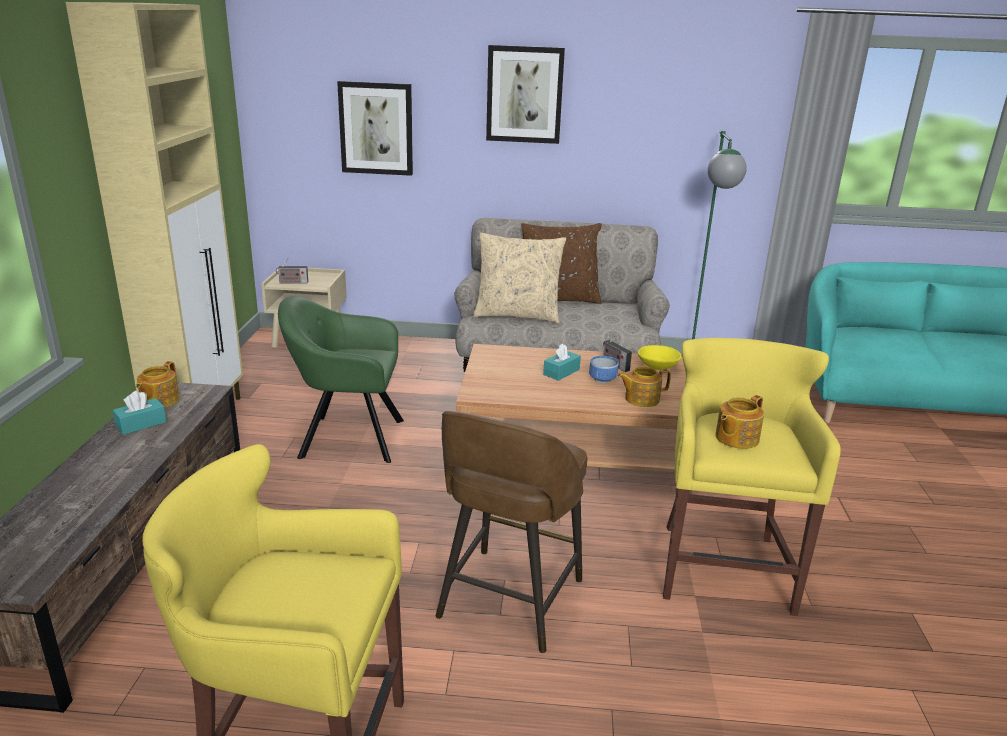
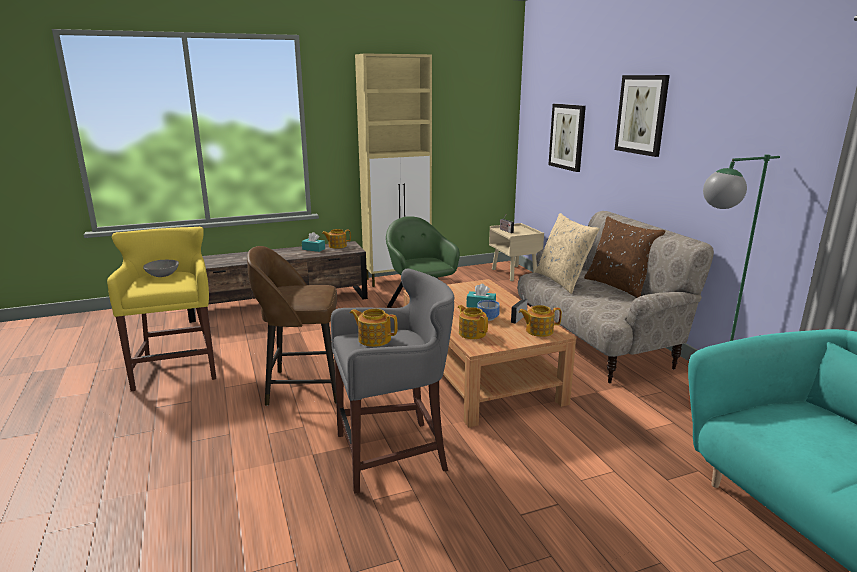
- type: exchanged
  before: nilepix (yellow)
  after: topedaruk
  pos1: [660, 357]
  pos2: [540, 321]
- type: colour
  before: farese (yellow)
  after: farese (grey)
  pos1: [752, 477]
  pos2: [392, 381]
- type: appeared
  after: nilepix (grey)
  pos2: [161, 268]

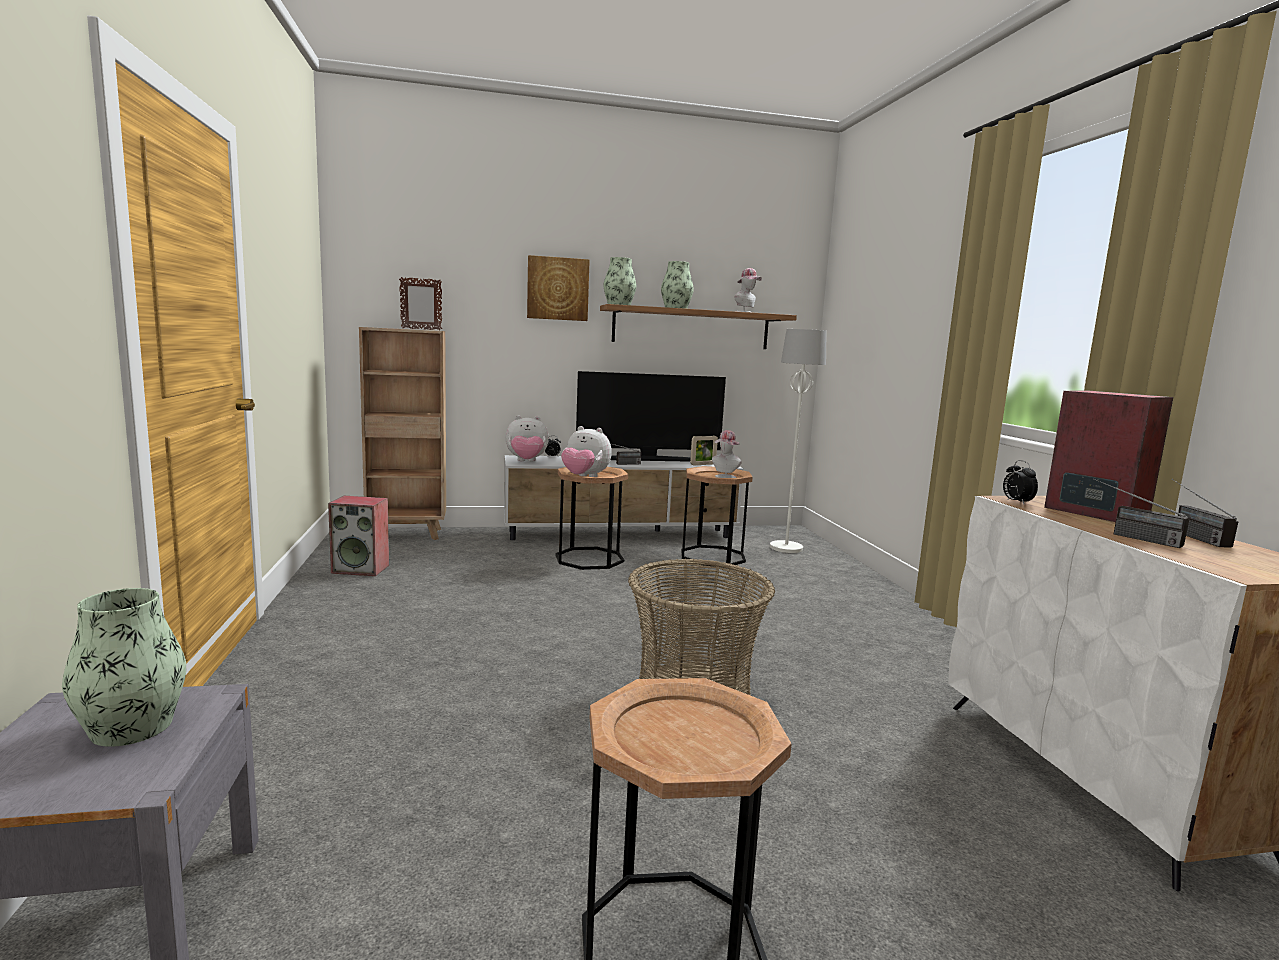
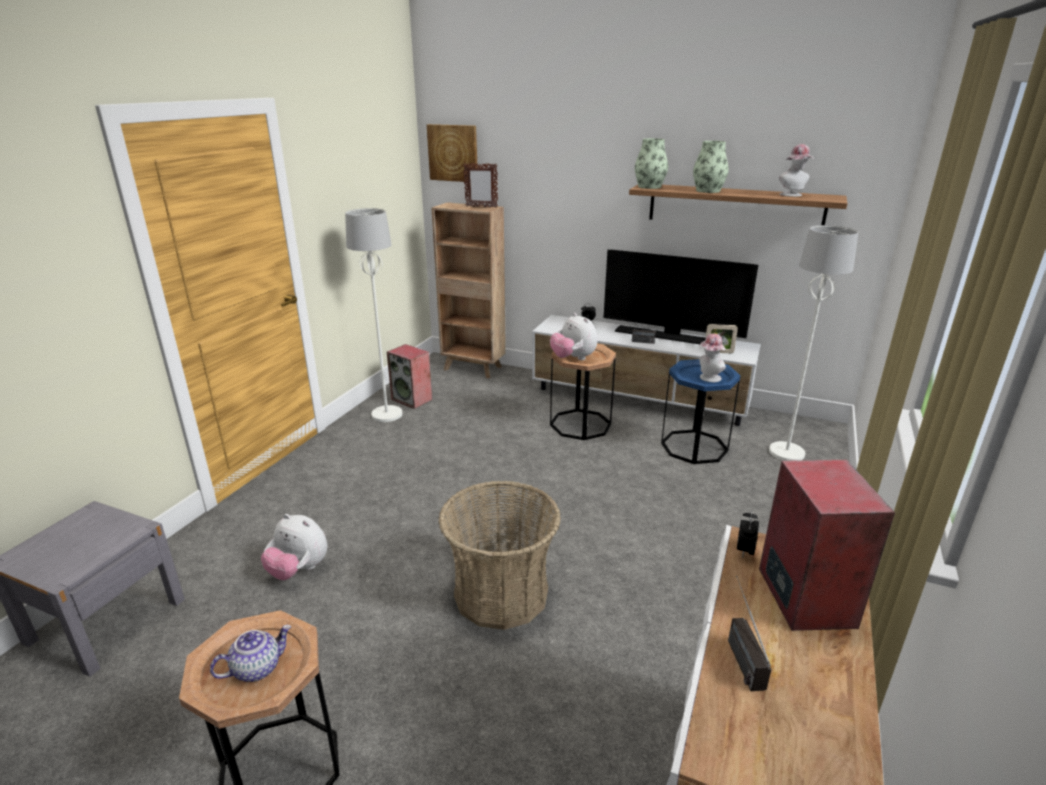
- type: missing
  before: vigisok
  pos1: [124, 667]
- type: relocated
  before: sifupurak
  pos1: [527, 438]
  pos2: [294, 547]
- type: relocated
  before: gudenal
  pos1: [558, 288]
  pos2: [452, 153]
- type: colour
  before: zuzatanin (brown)
  after: zuzatanin (blue)
  pos1: [717, 516]
  pos2: [700, 411]
- type: missing
  before: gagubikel
  pos1: [1205, 513]
- type: appeared
  after: topedaruk
  pos2: [250, 653]
- type: appeared
  after: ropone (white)
  pos2: [373, 315]

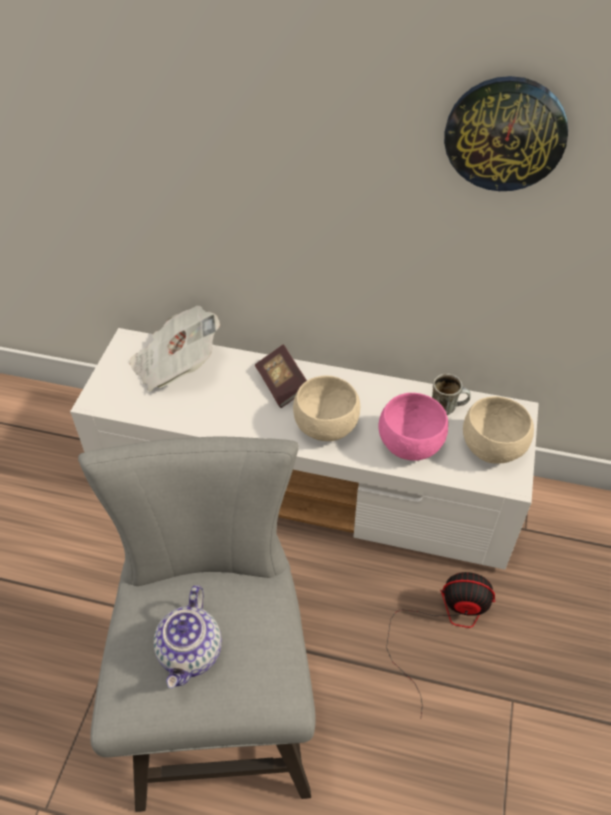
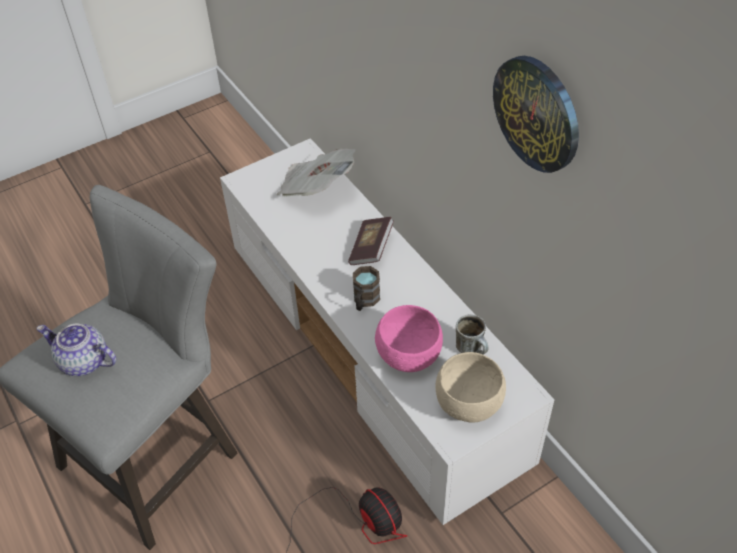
- type: spun
  before: topedaruk
  pos1: [188, 636]
  pos2: [76, 350]
  turn: 60
- type: exchanged
  before: nilepix (beige)
  after: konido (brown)
  pos1: [326, 408]
  pos2: [366, 288]

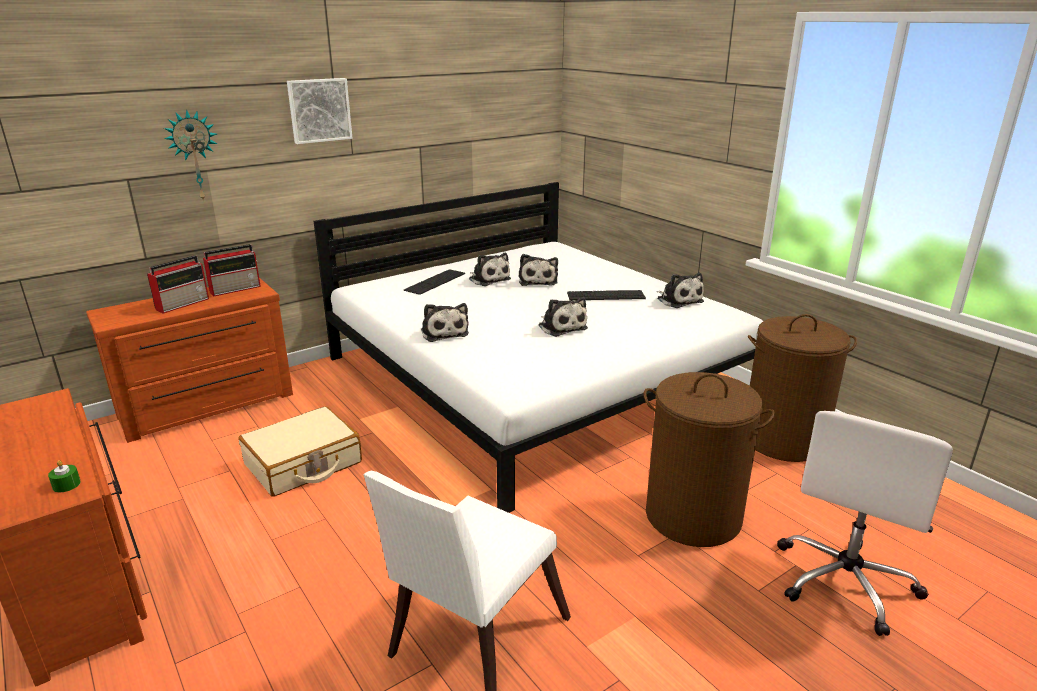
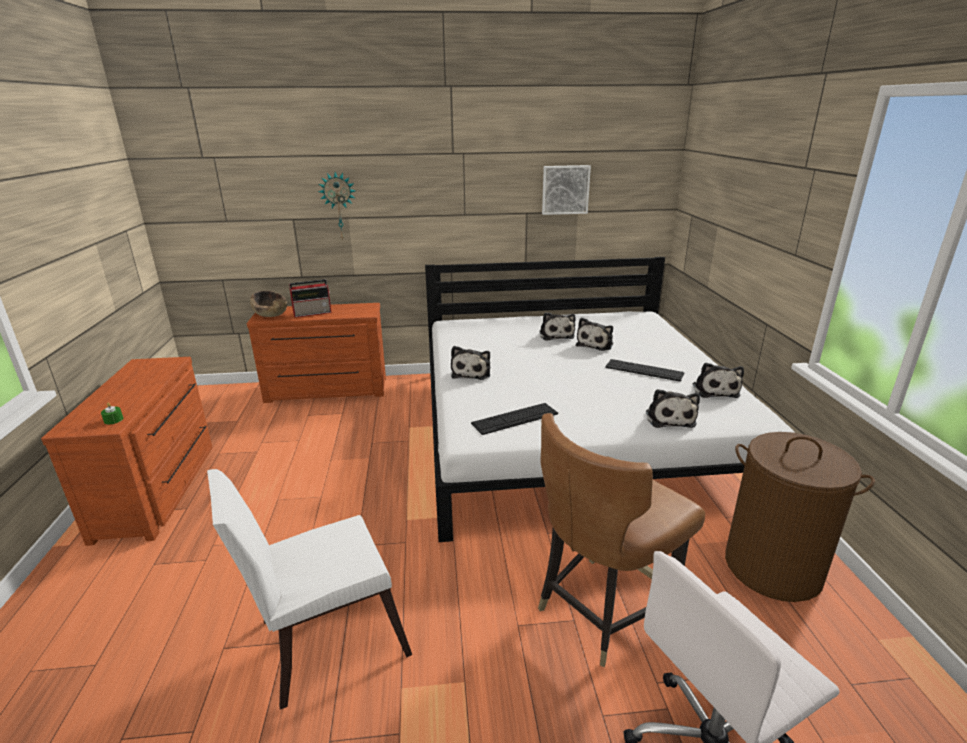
- type: missing
  before: gagubikel
  pos1: [232, 270]
- type: missing
  before: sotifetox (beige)
  pos1: [300, 451]
- type: relocated
  before: gudenal
  pos1: [320, 111]
  pos2: [566, 190]
- type: relocated
  before: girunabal
  pos1: [434, 282]
  pos2: [514, 419]
- type: relocated
  before: sifupurak
  pos1: [563, 317]
  pos2: [673, 408]
- type: exchanged
  before: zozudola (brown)
  after: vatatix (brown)
  pos1: [709, 459]
  pos2: [621, 540]
- type: appeared
  after: nilepix (brown)
  pos2: [268, 304]

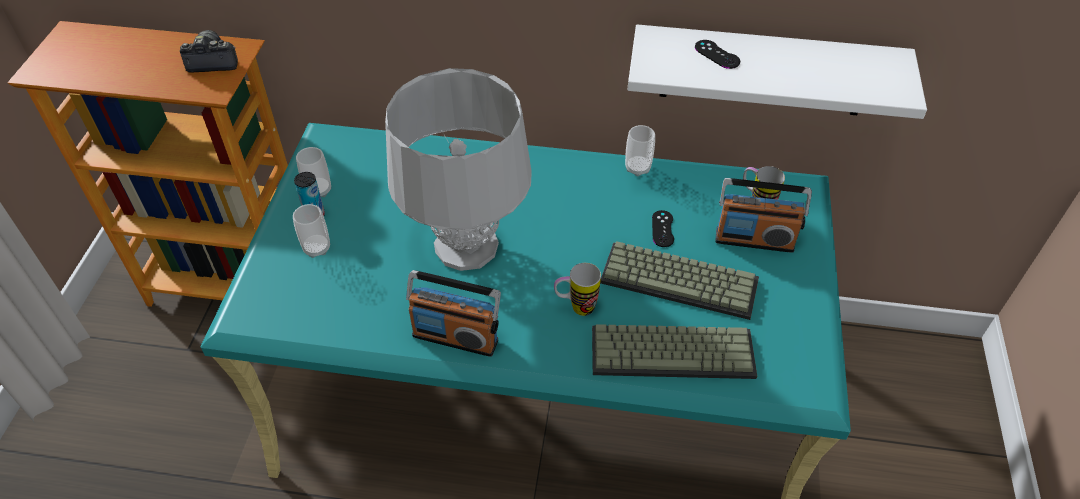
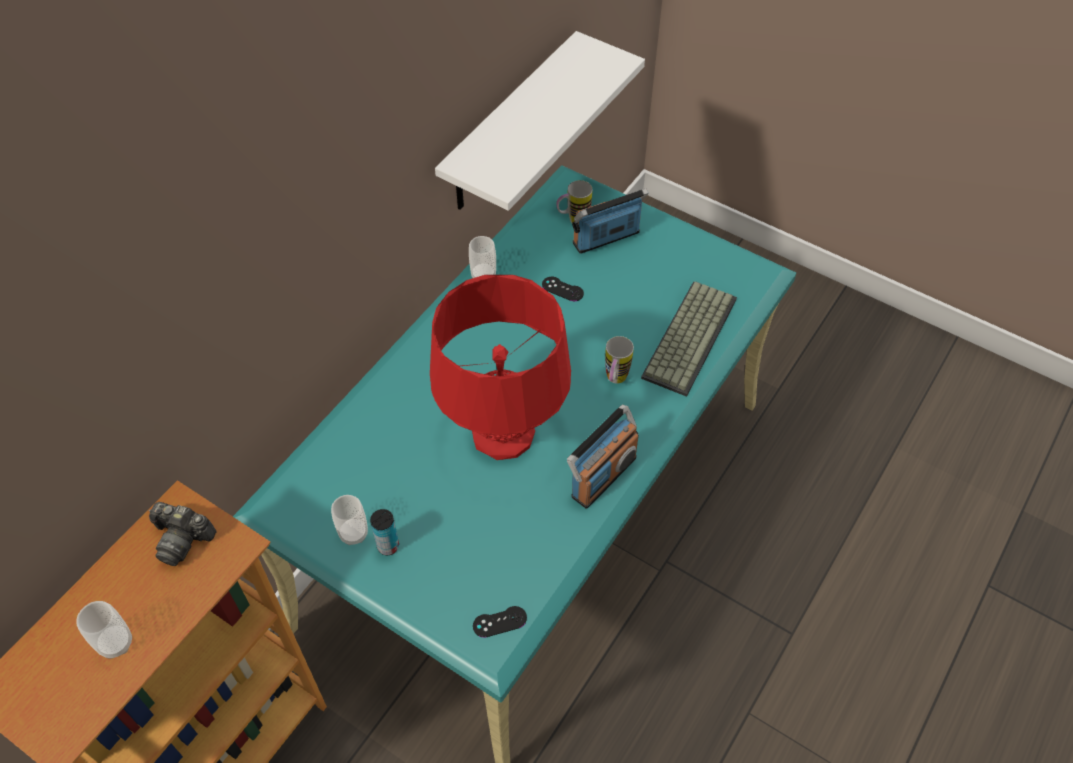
- type: spun
  before: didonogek
  pos1: [209, 51]
  pos2: [183, 534]
  turn: -90
- type: relocated
  before: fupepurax
  pos1: [311, 231]
  pos2: [104, 630]
- type: colour
  before: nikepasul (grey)
  after: nikepasul (red)
  pos1: [458, 169]
  pos2: [500, 367]
- type: missing
  before: girunabal
  pos1: [679, 280]
- type: relocated
  before: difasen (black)
  pos1: [717, 54]
  pos2: [500, 622]
- type: spun
  before: gagubikel
  pos1: [764, 215]
  pos2: [610, 221]
  turn: -150

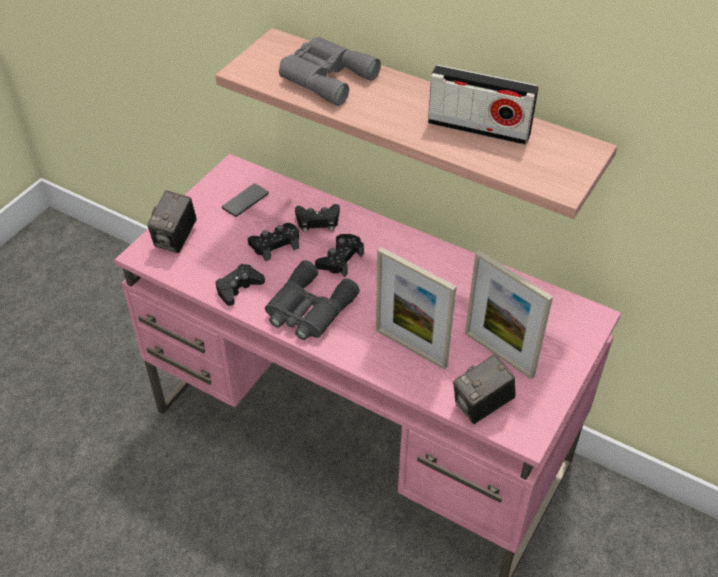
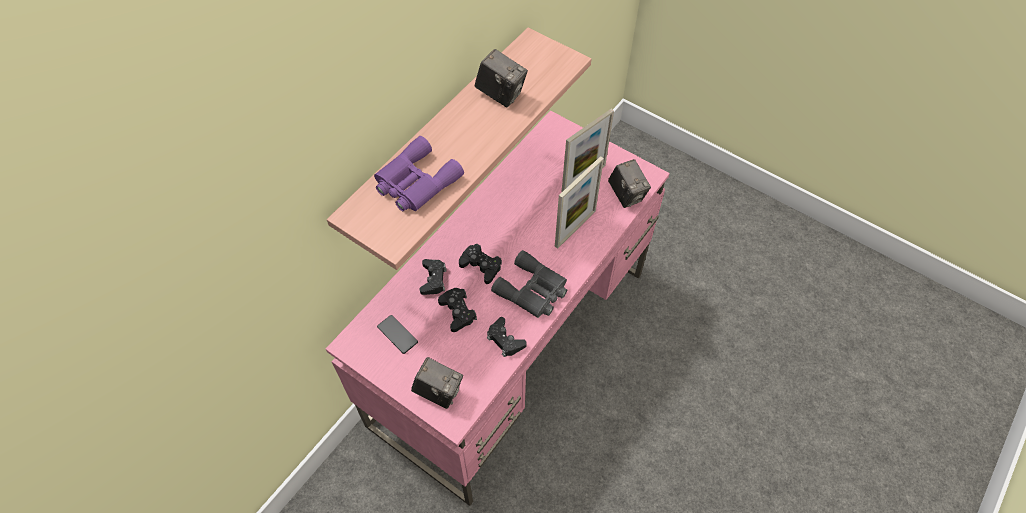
- type: colour
  before: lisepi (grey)
  after: lisepi (purple)
  pos1: [330, 71]
  pos2: [419, 173]
- type: exchanged
  before: gagubikel
  after: didonogek
  pos1: [483, 105]
  pos2: [501, 78]

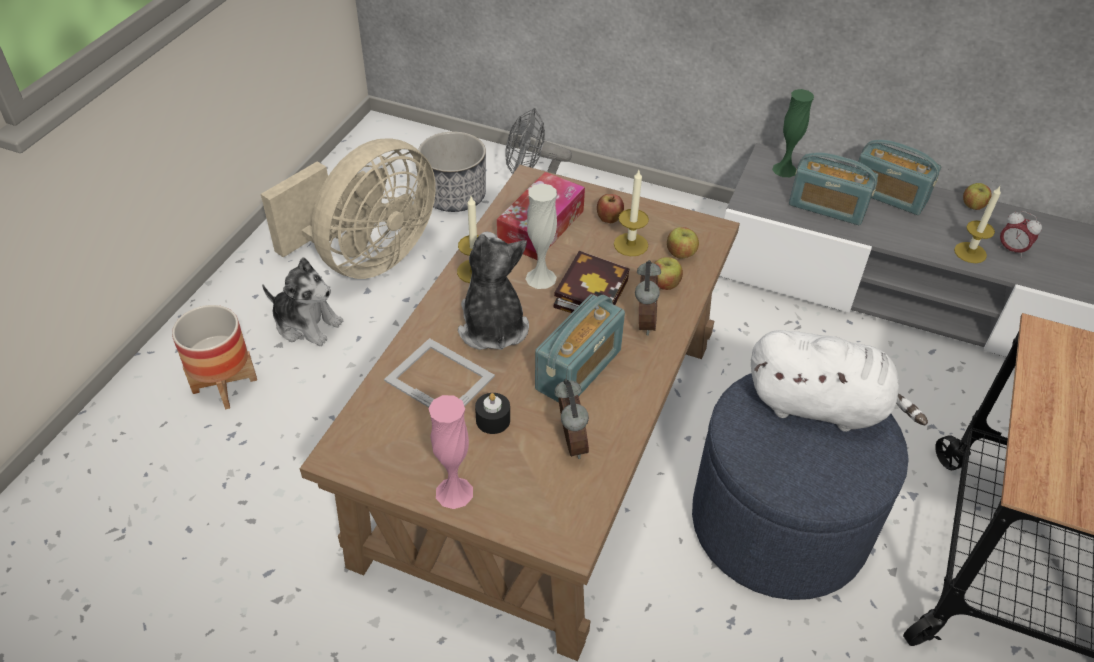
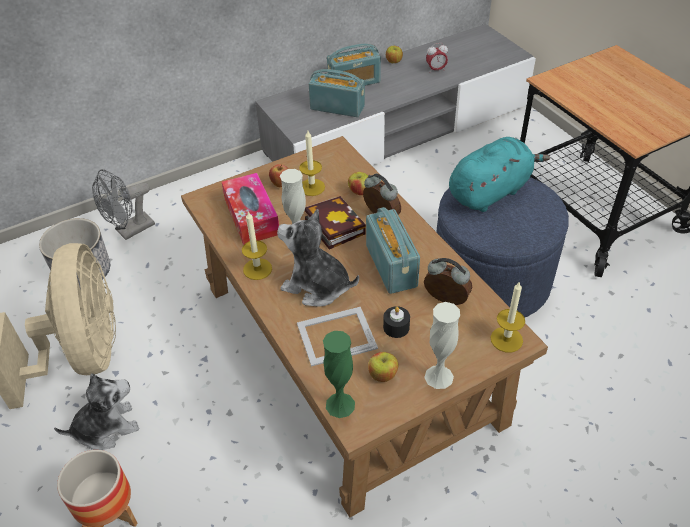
- type: colour
  before: vigisok (pink)
  after: vigisok (white)
  pos1: [451, 452]
  pos2: [442, 345]
- type: relocated
  before: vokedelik
  pos1: [683, 243]
  pos2: [383, 367]
- type: colour
  before: sifupurak (white)
  after: sifupurak (turquoise)
  pos1: [839, 381]
  pos2: [499, 174]
- type: relocated
  before: vigisok (green)
  pos1: [793, 133]
  pos2: [339, 374]
- type: spun
  before: gagubikel
  pos1: [833, 189]
  pos2: [337, 93]
  turn: -135
- type: relocated
  before: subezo
  pos1: [977, 224]
  pos2: [507, 316]

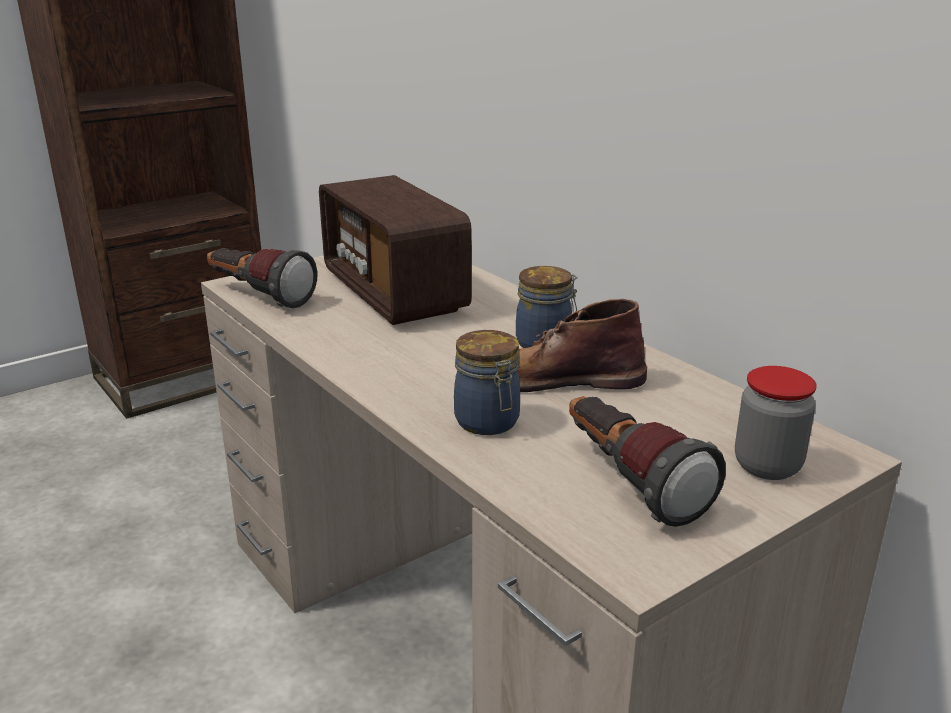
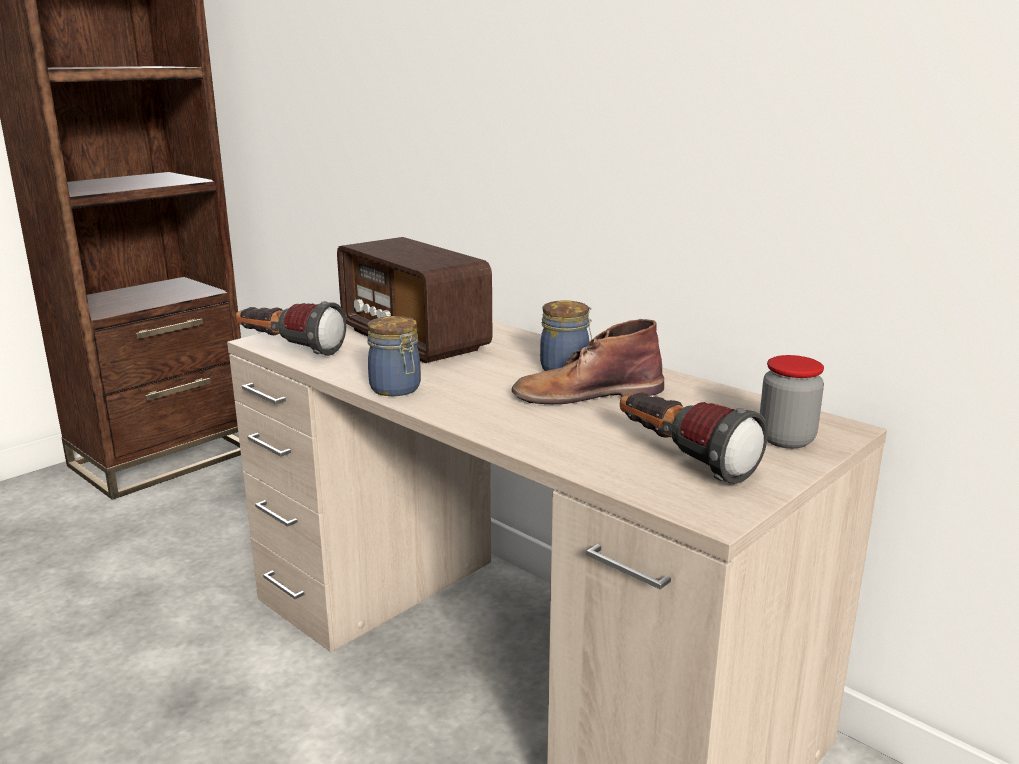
- type: relocated
  before: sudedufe
  pos1: [487, 382]
  pos2: [394, 356]

